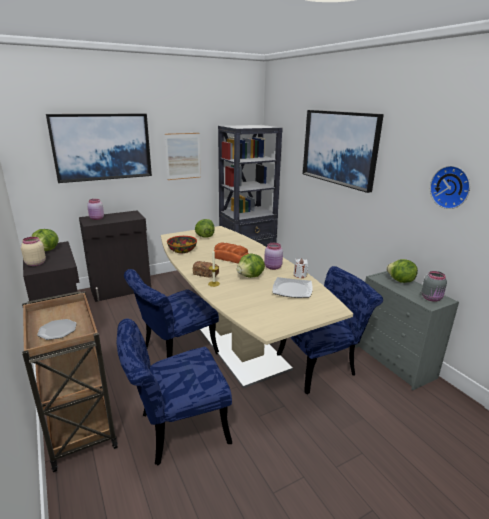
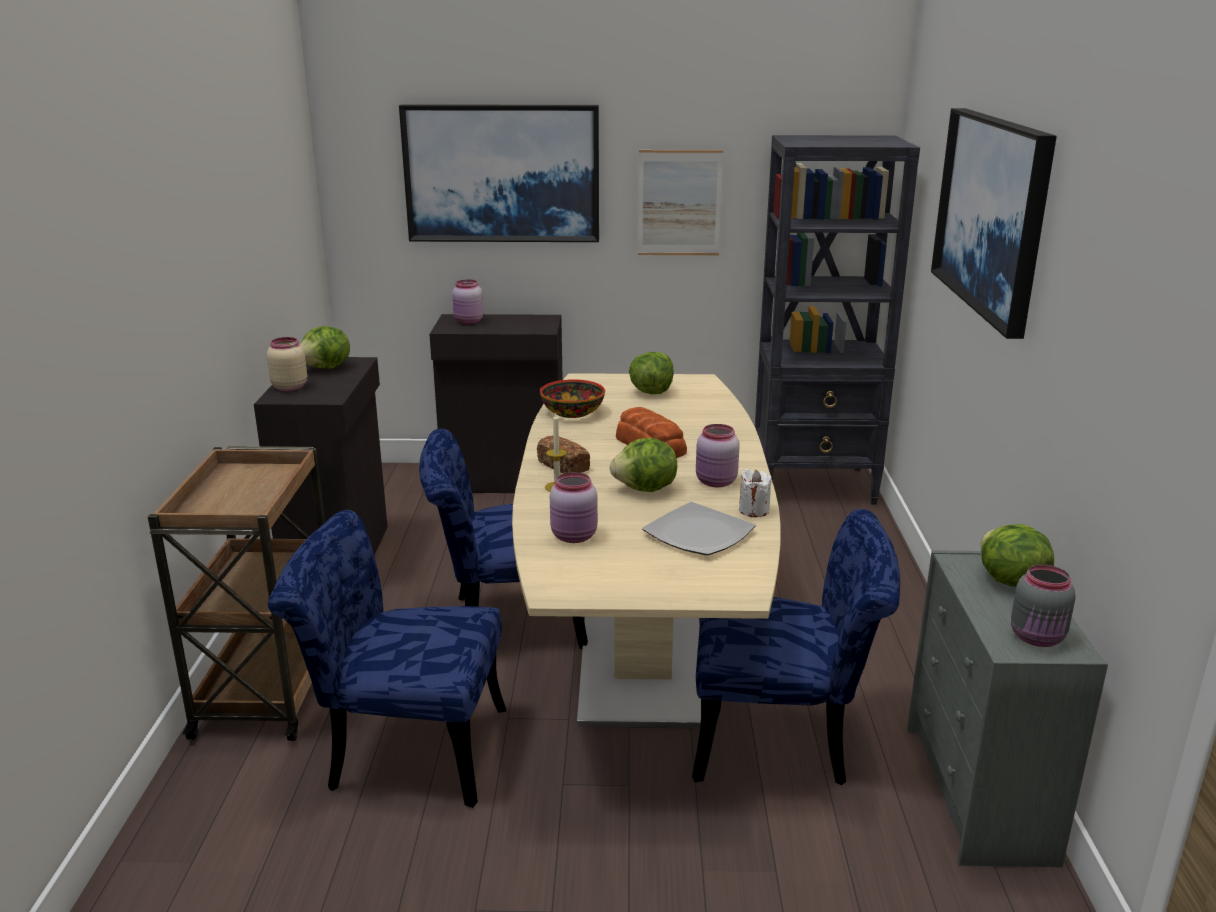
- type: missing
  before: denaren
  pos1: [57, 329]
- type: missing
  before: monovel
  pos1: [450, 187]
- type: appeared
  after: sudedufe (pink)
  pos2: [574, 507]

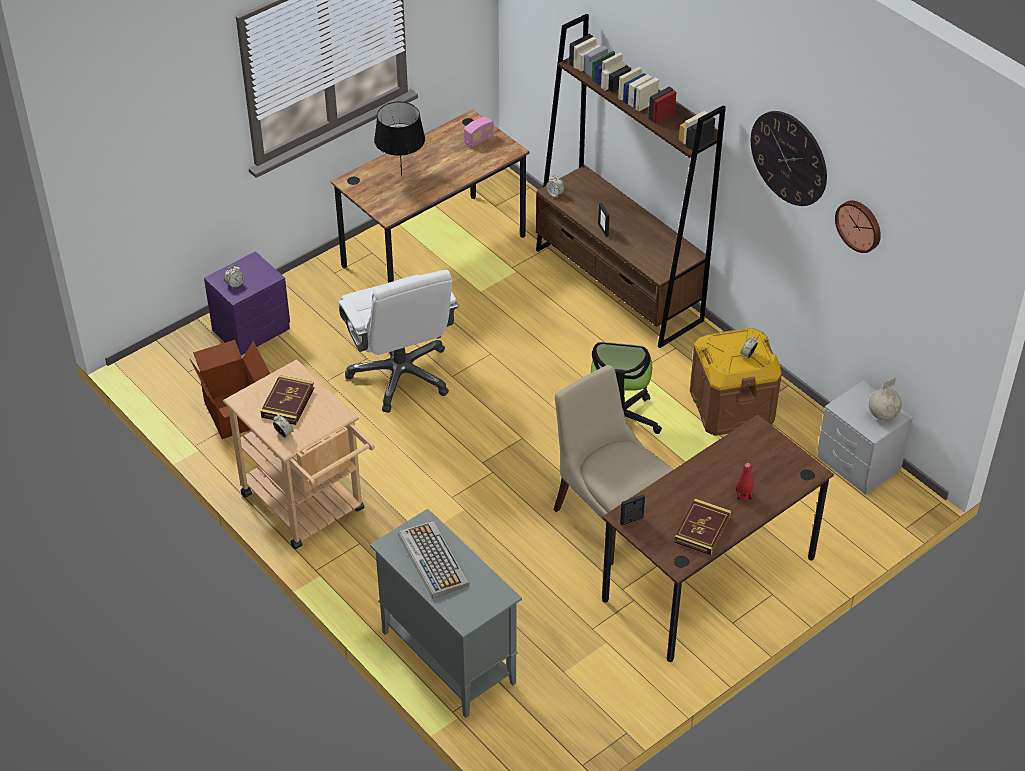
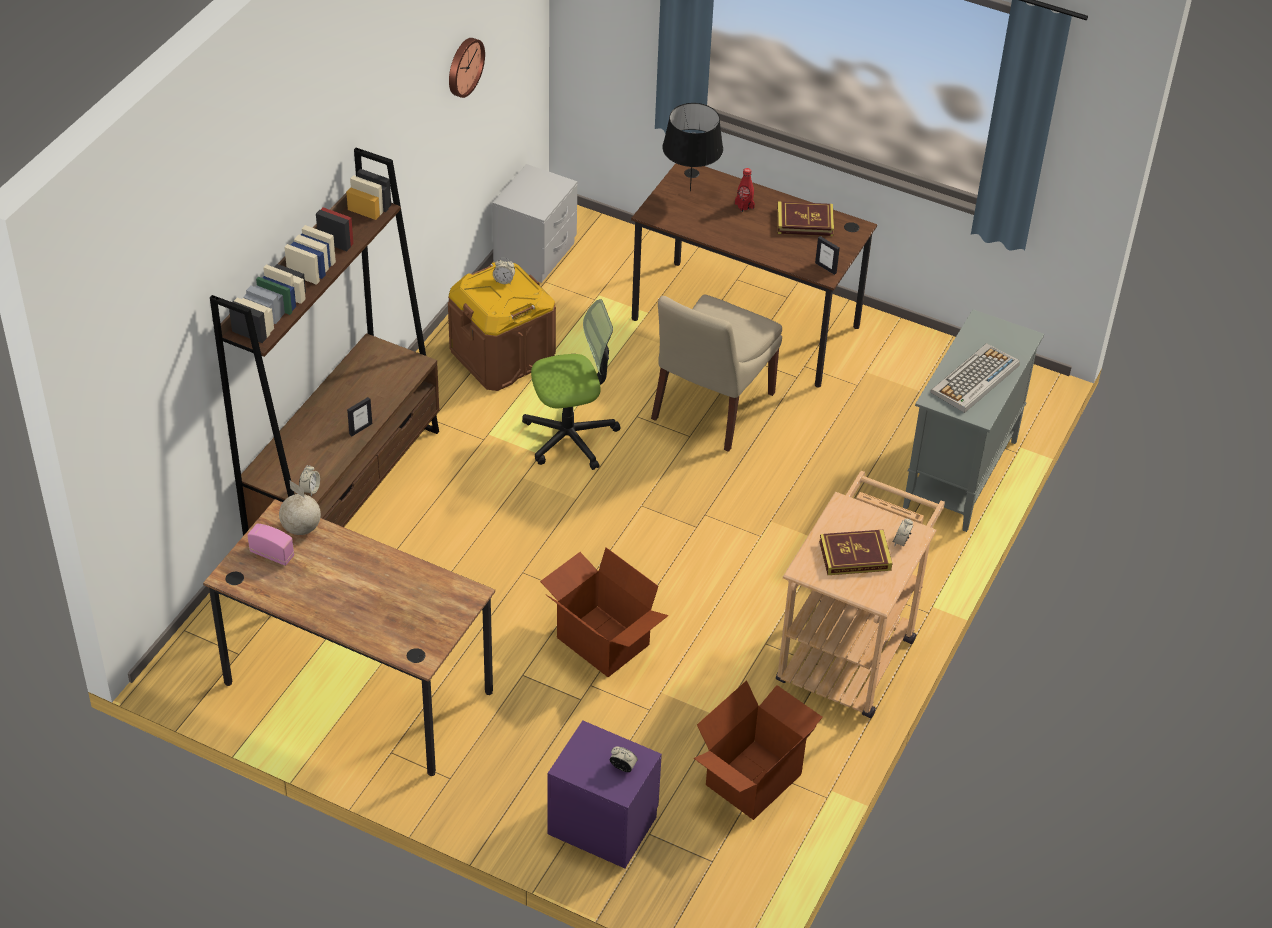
- type: exchanged
  before: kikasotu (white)
  after: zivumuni
  pos1: [398, 341]
  pos2: [604, 612]
- type: relocated
  before: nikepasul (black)
  pos1: [399, 139]
  pos2: [692, 147]
- type: missing
  before: monovel
  pos1: [789, 158]
- type: relocated
  before: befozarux
  pos1: [885, 399]
  pos2: [300, 508]

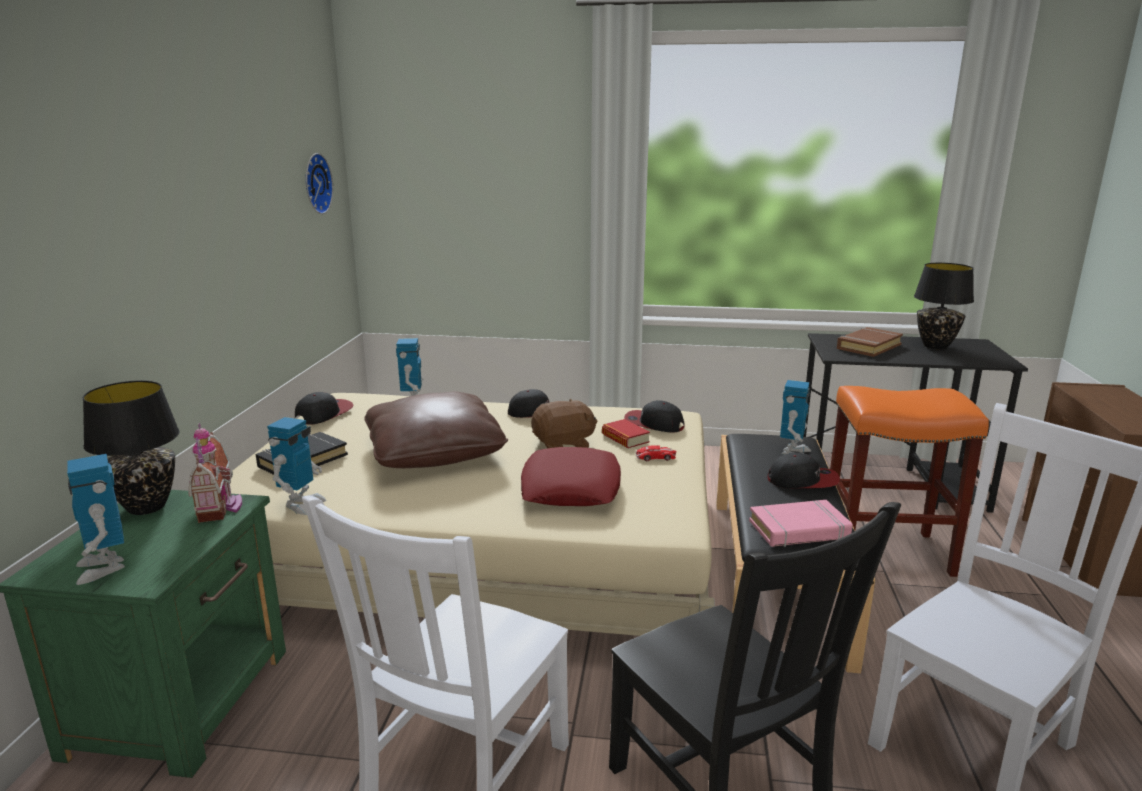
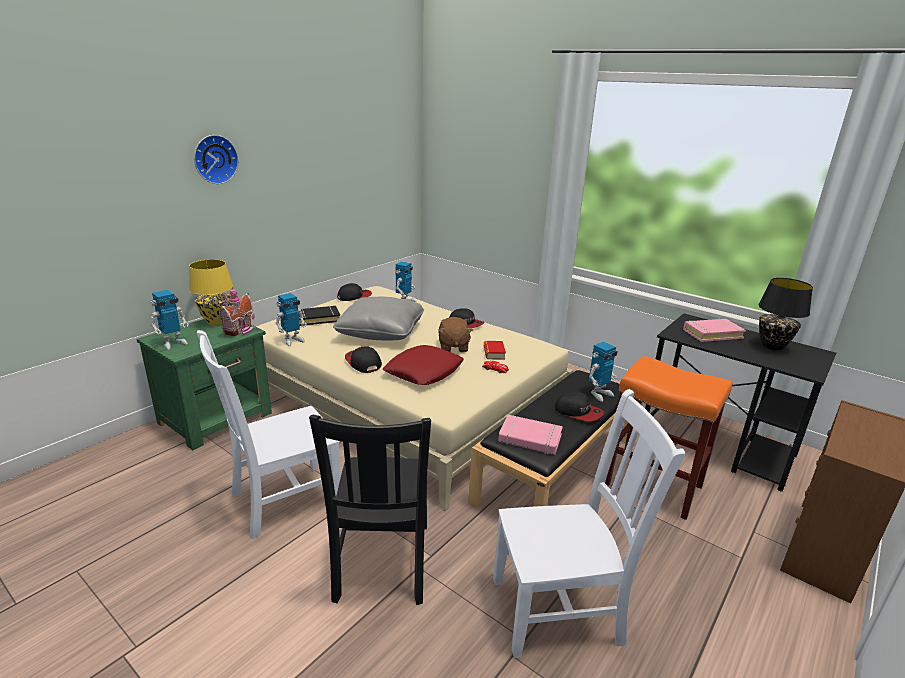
- type: spun
  before: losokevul
  pos1: [96, 519]
  pos2: [169, 320]
  turn: -135
- type: colour
  before: nikepasul (black)
  after: nikepasul (yellow)
  pos1: [131, 448]
  pos2: [211, 292]
- type: relocated
  before: monovel
  pos1: [319, 183]
  pos2: [216, 159]
- type: colour
  before: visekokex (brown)
  after: visekokex (grey)
  pos1: [436, 430]
  pos2: [378, 318]
- type: spun
  before: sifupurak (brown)
  pos1: [564, 423]
  pos2: [455, 334]
  turn: 75
- type: relocated
  before: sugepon
  pos1: [654, 416]
  pos2: [363, 359]
- type: colour
  before: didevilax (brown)
  after: didevilax (pink)
  pos1: [870, 342]
  pos2: [714, 330]

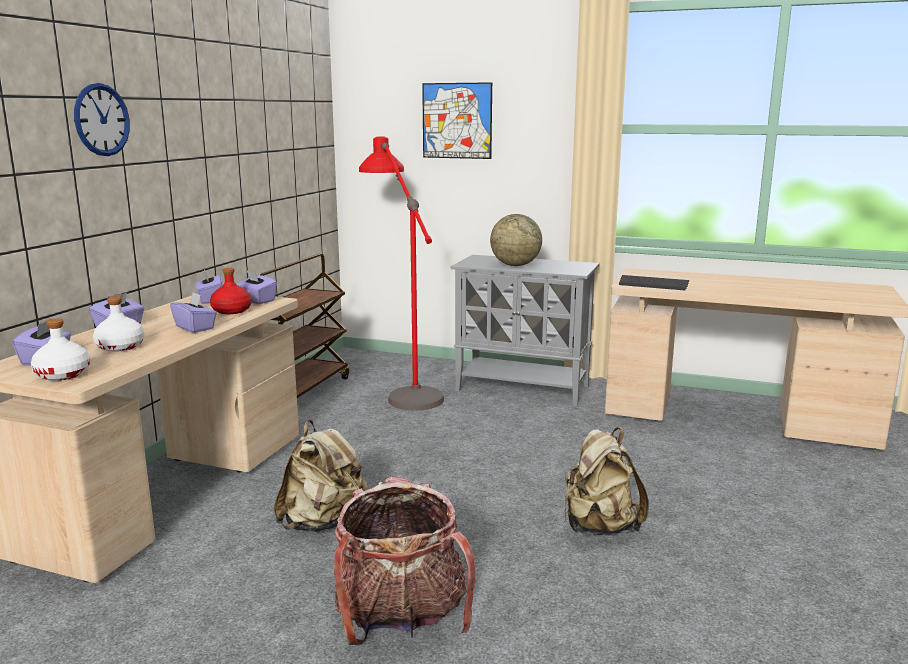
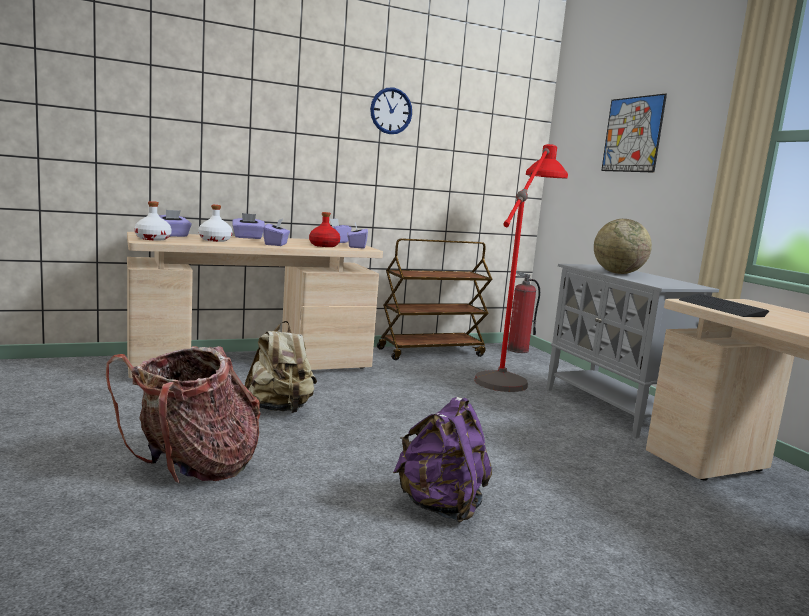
- type: relocated
  before: monovel
  pos1: [102, 119]
  pos2: [391, 111]
- type: colour
  before: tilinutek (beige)
  after: tilinutek (purple)
  pos1: [606, 482]
  pos2: [442, 460]
- type: appeared
  after: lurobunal
  pos2: [523, 312]

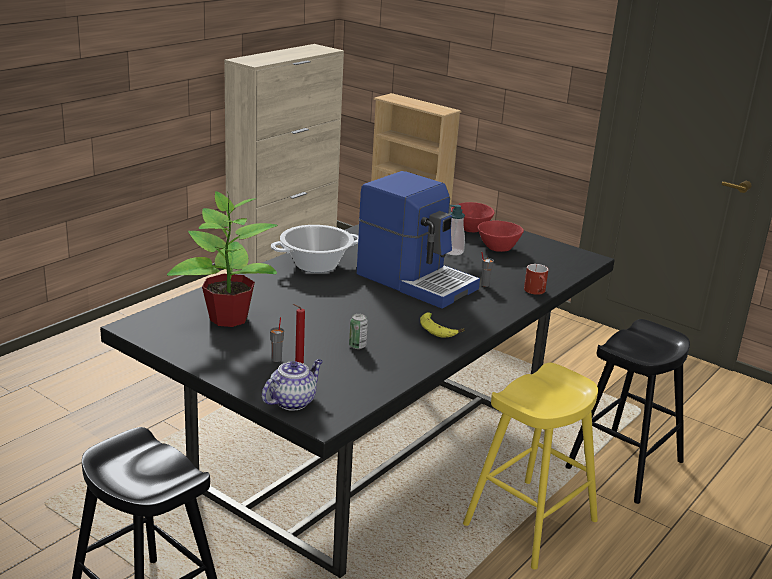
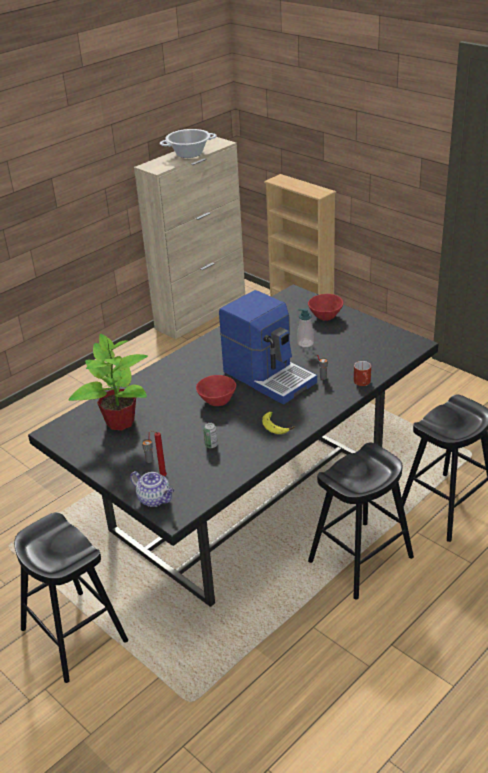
- type: spun
  before: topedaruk
  pos1: [292, 385]
  pos2: [152, 489]
  turn: 75
- type: relocated
  before: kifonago
  pos1: [314, 249]
  pos2: [188, 143]
- type: colour
  before: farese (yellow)
  after: farese (black)
  pos1: [530, 466]
  pos2: [361, 521]
- type: relocated
  before: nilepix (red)
  pos1: [501, 236]
  pos2: [216, 390]

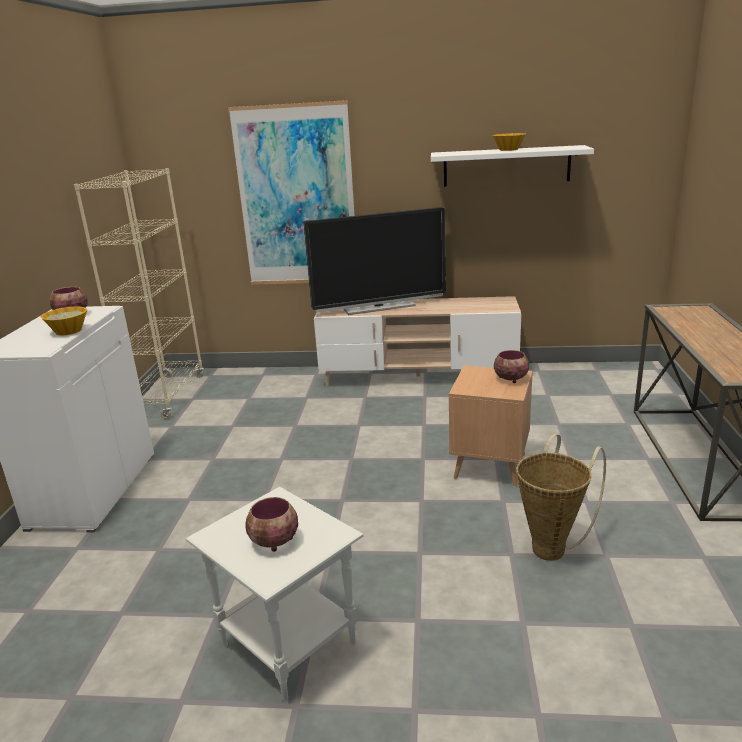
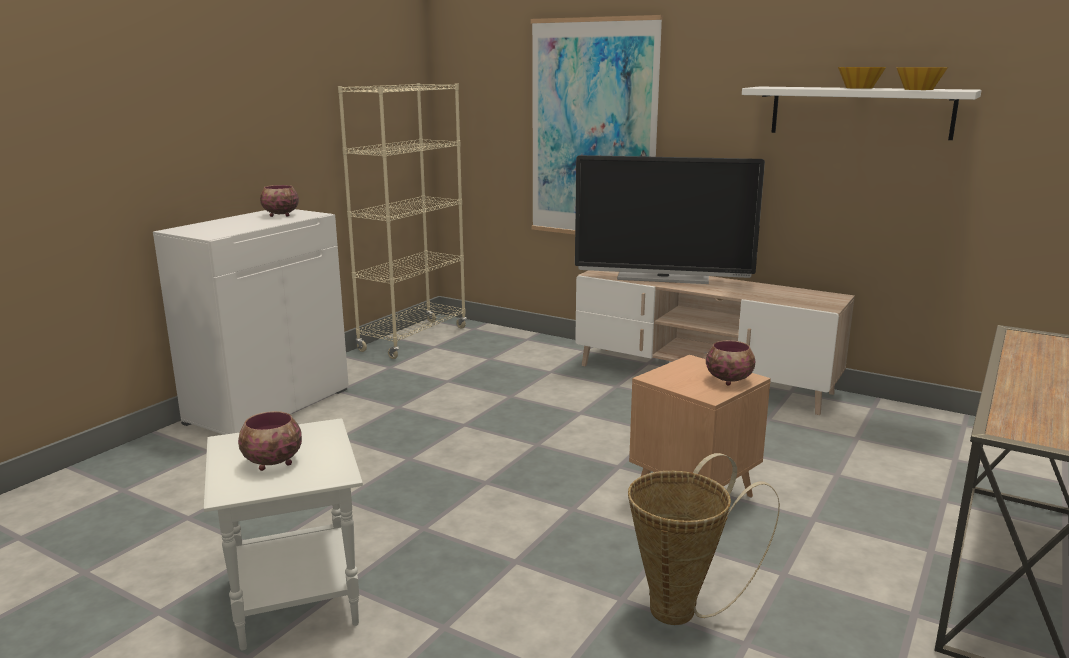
- type: relocated
  before: nilepix
  pos1: [64, 320]
  pos2: [922, 78]

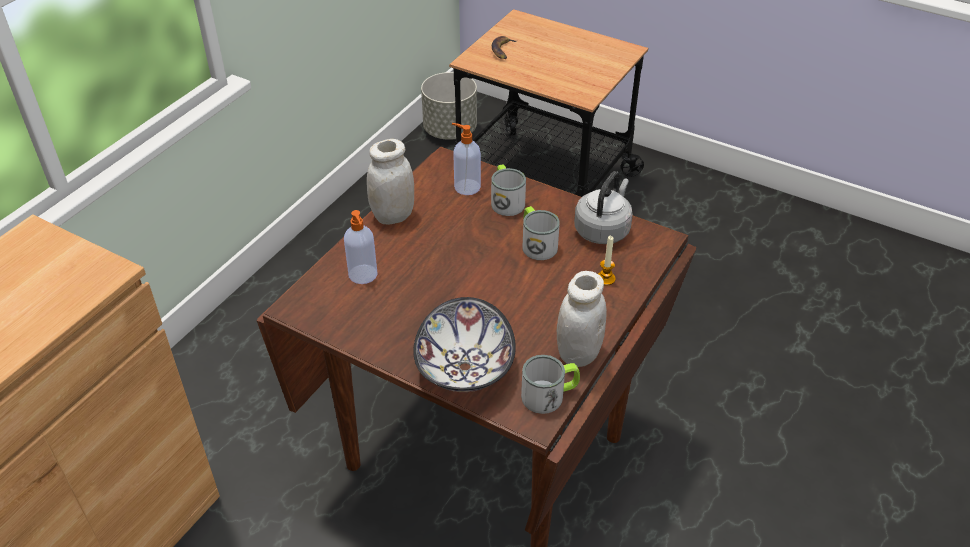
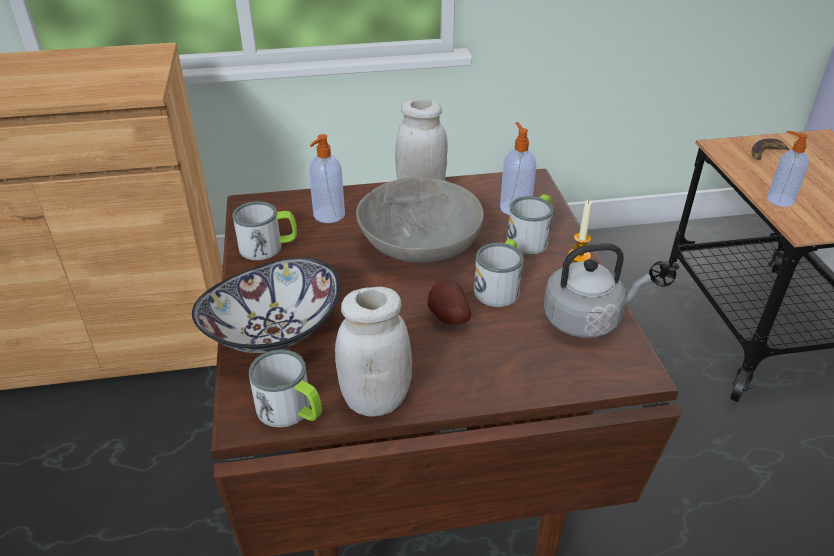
- type: missing
  before: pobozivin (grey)
  pos1: [449, 106]
- type: relocated
  before: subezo
  pos1: [607, 261]
  pos2: [580, 231]
- type: appeared
  after: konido
  pos2: [264, 230]
- type: appeared
  after: nilepix (grey)
  pos2: [420, 220]
- type: appeared
  after: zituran
  pos2: [449, 302]
- type: appeared
  after: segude
  pos2: [788, 169]

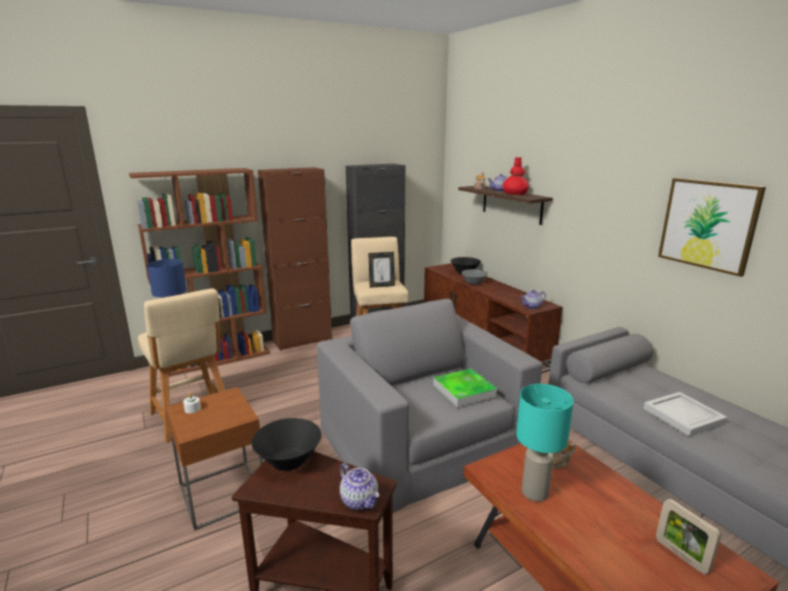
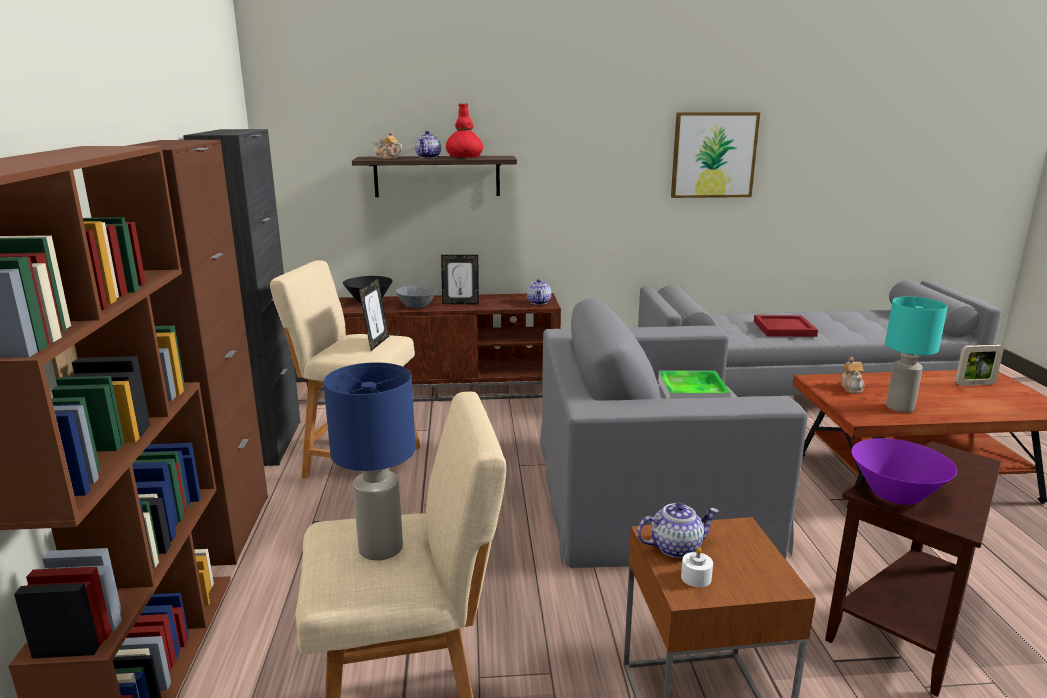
- type: colour
  before: nilepix (black)
  after: nilepix (purple)
  pos1: [286, 444]
  pos2: [904, 471]
- type: relocated
  before: topedaruk
  pos1: [359, 486]
  pos2: [678, 530]
- type: colour
  before: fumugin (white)
  after: fumugin (red)
  pos1: [685, 414]
  pos2: [786, 326]
- type: appeared
  after: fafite
  pos2: [460, 279]

